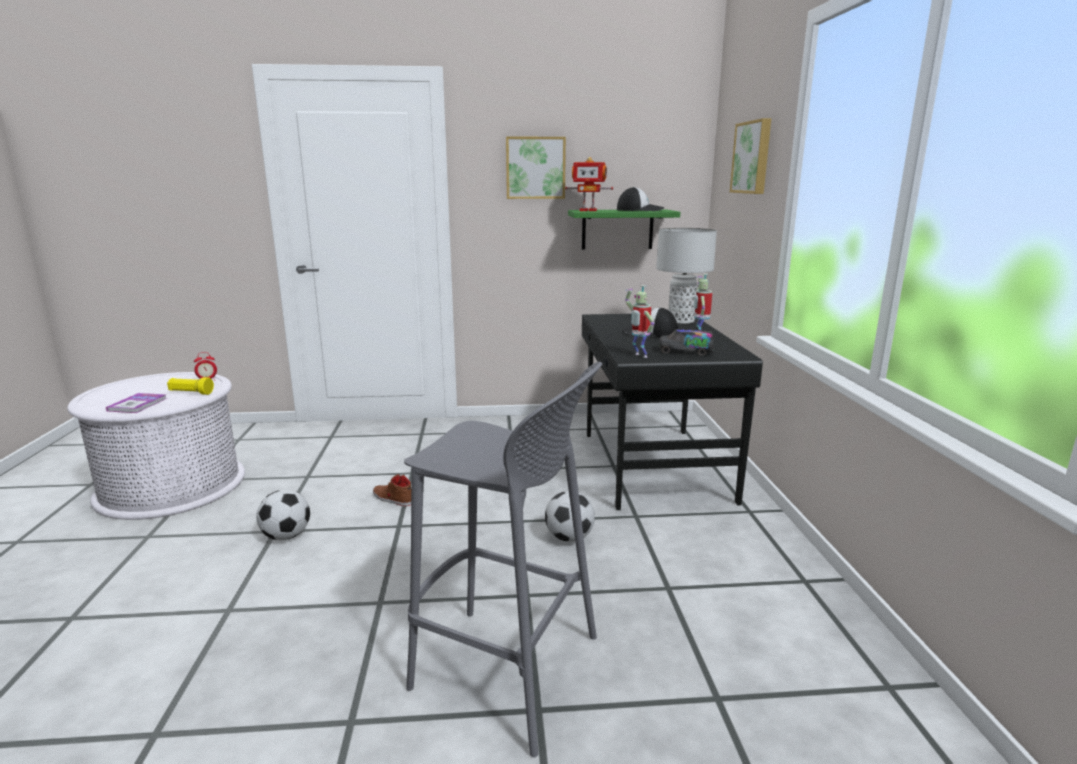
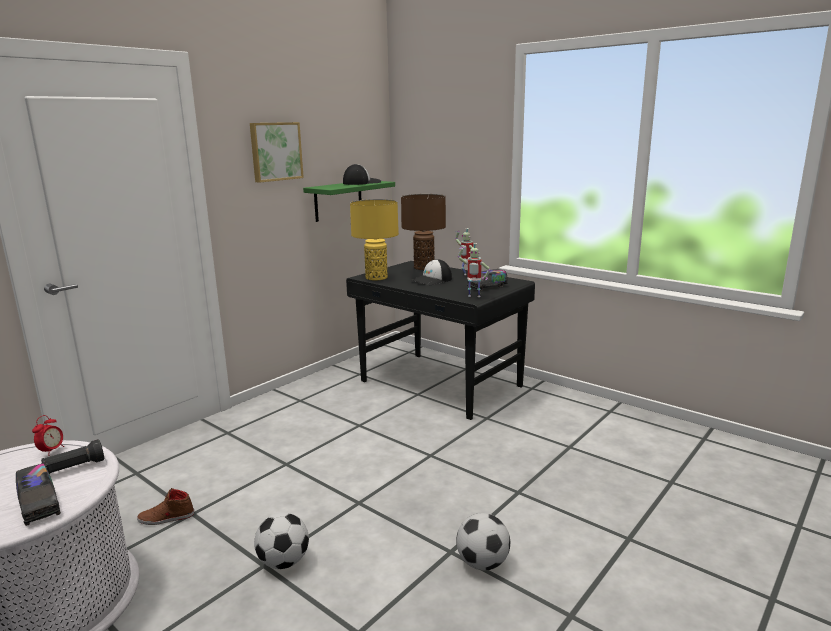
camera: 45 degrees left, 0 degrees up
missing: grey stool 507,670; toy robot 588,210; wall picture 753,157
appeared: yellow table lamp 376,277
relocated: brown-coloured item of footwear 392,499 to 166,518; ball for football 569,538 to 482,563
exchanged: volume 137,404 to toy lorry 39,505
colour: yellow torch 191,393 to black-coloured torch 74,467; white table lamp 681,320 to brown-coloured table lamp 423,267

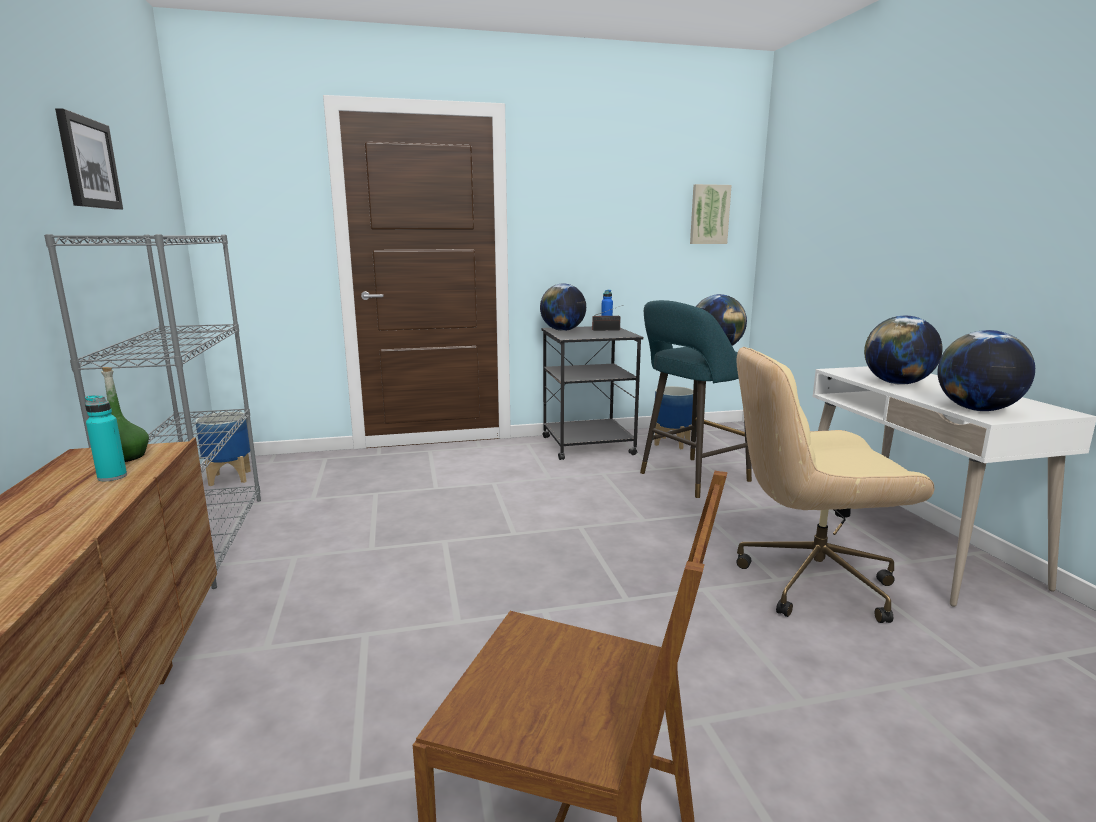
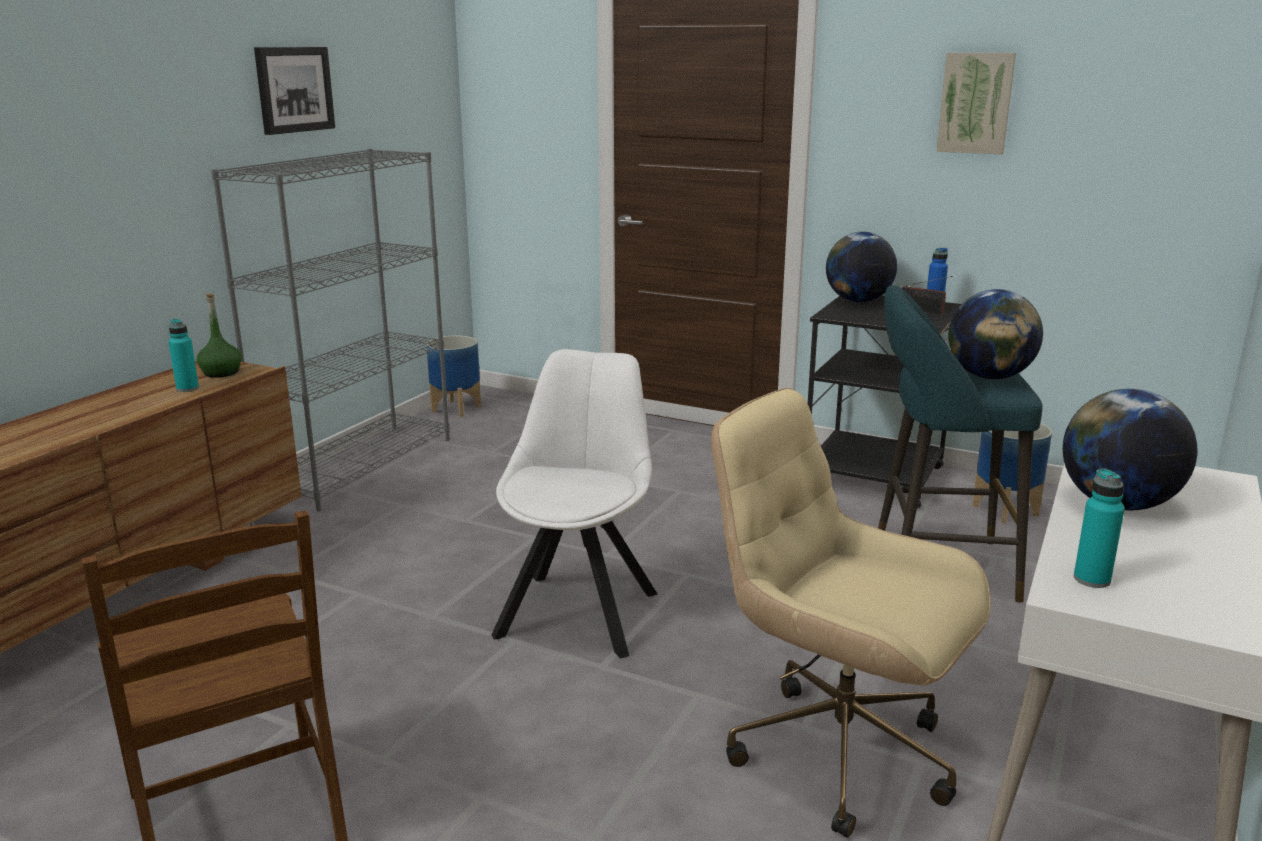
camera: 40 degrees right, 5 degrees up
appeared: white plain chair 579,611
relocated: wall picture 709,214 to 976,103
exchanged: world globe 977,409 to blue-green drink bottle 1091,579

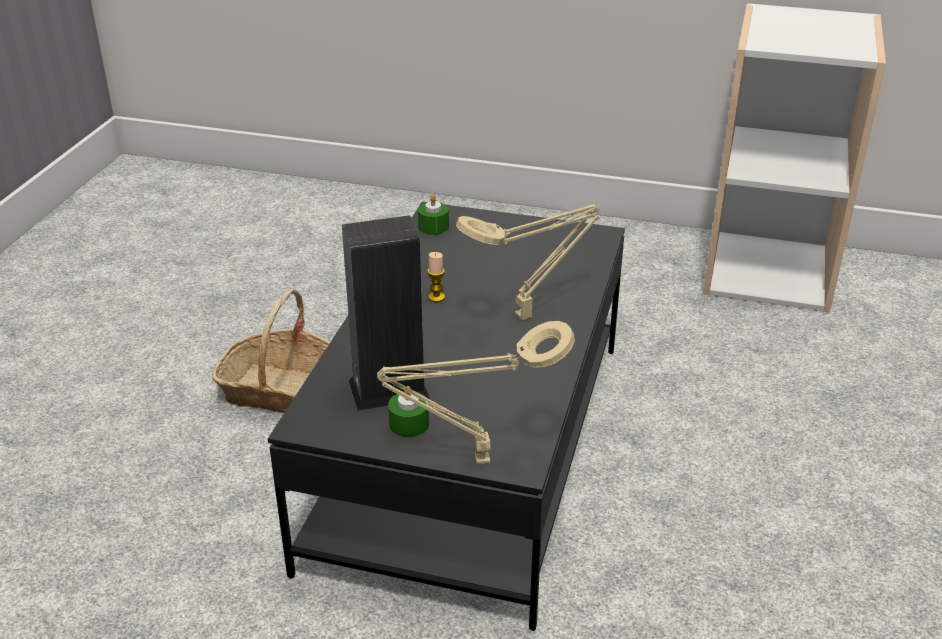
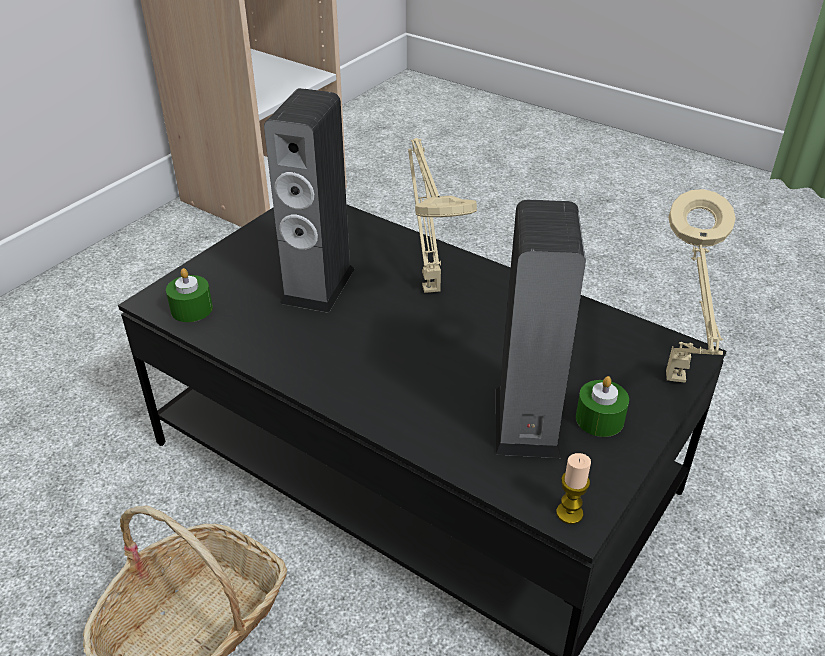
camera: 70 degrees left, 5 degrees up
appeared: loudspeaker 318,285
relocated: wax candle 436,297 to 569,513

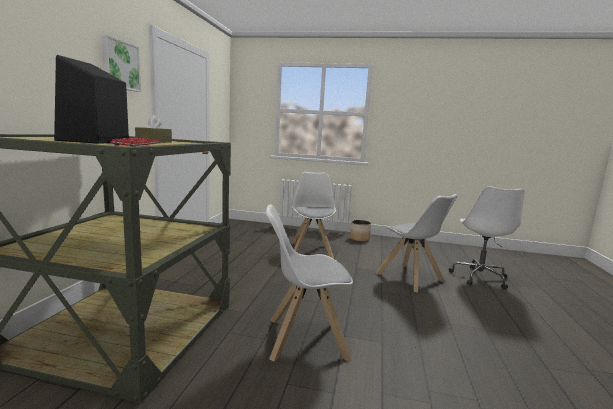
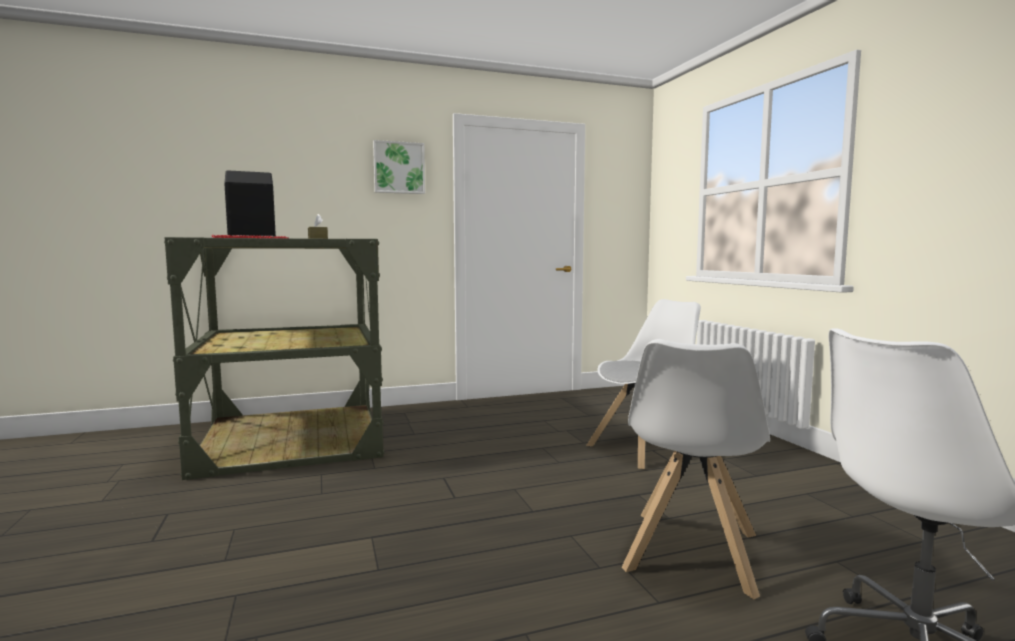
camera: 60 degrees right, 5 degrees down
missing: plain chair 304,338; planter 359,239

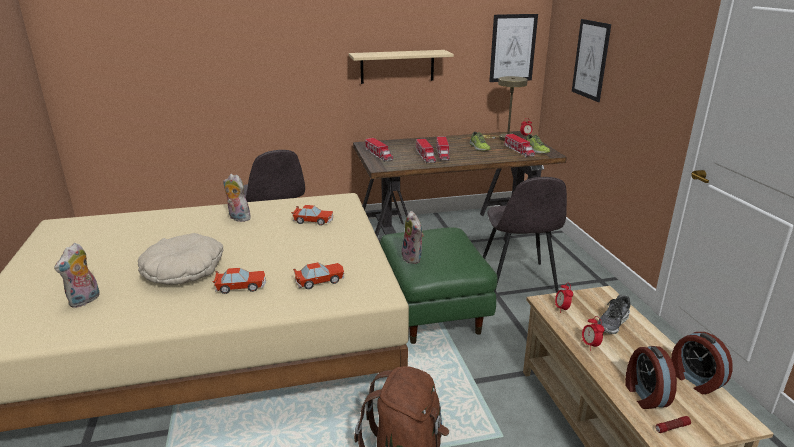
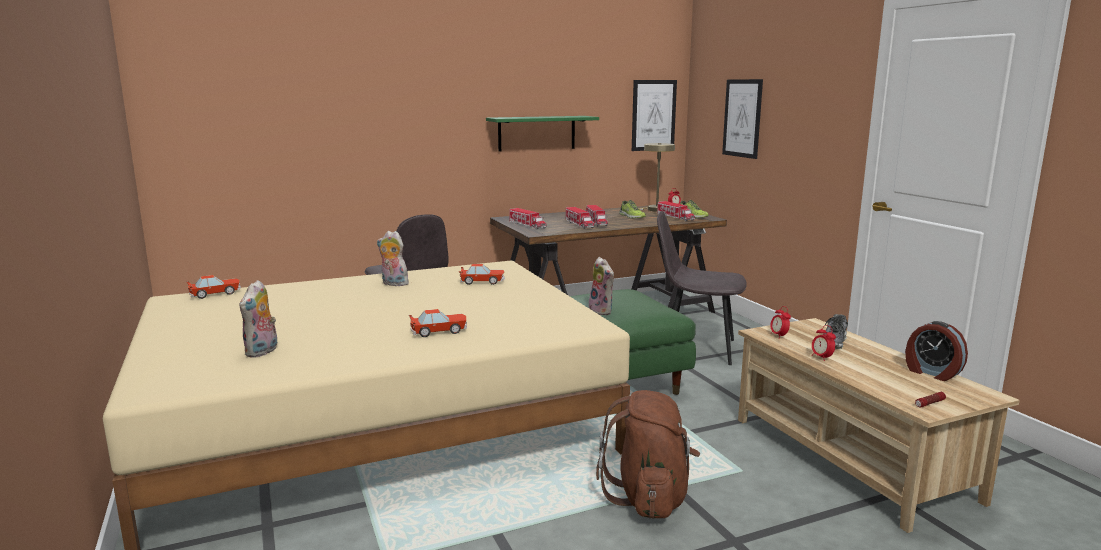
camera: 10 degrees left, 10 degrees down
missing: sand-coloured throw pillow 182,270; alarm clock 644,395
relocated: toy car 320,281 to 215,294
colour: sand-coloured shelf 397,66 to greenish shelf 536,133
spun: grey plain chair 517,280 = 696,349 120 degrees clockwise

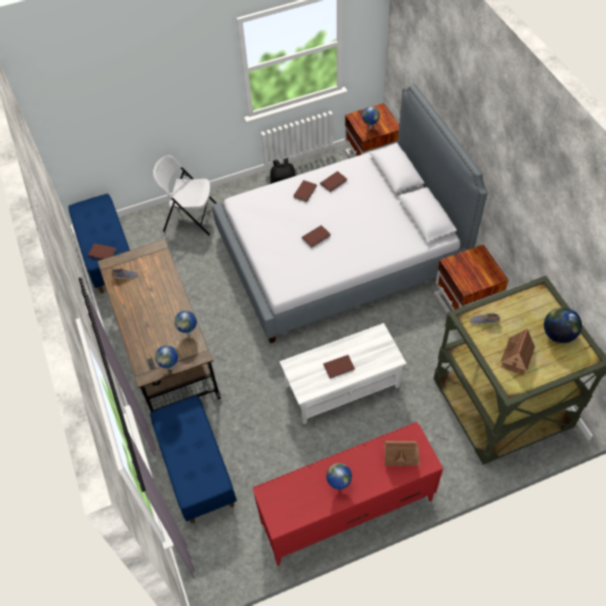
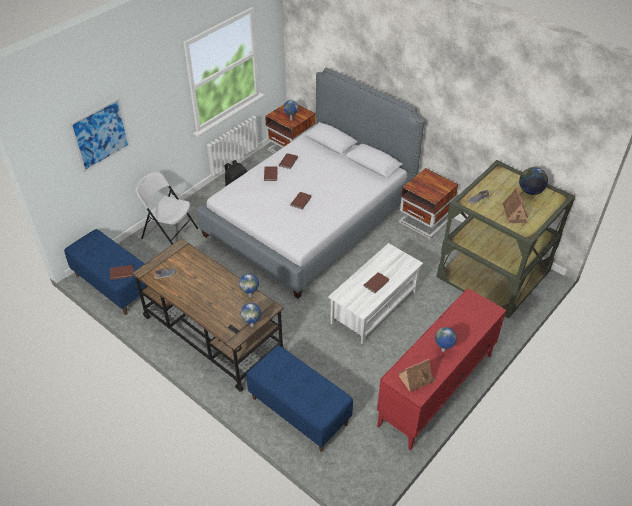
camera: 30 degrees left, 10 degrees down
appeared: wall picture 100,135
relocated: model house 400,454 to 416,379
spun: white plain chair 190,217 = 170,233 45 degrees clockwise

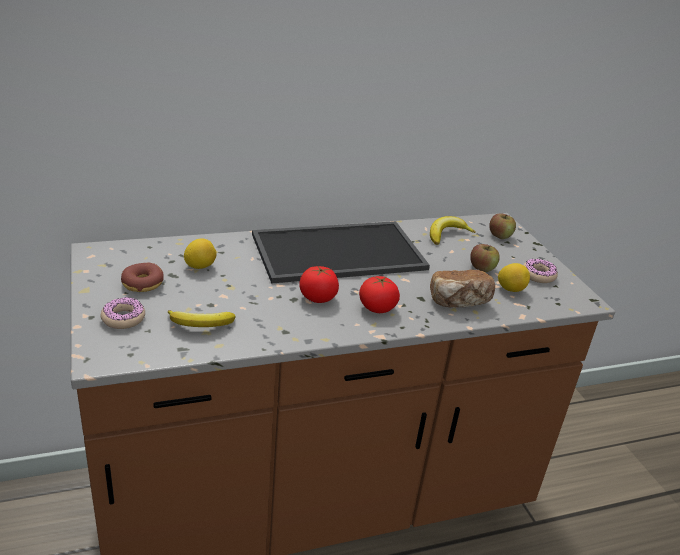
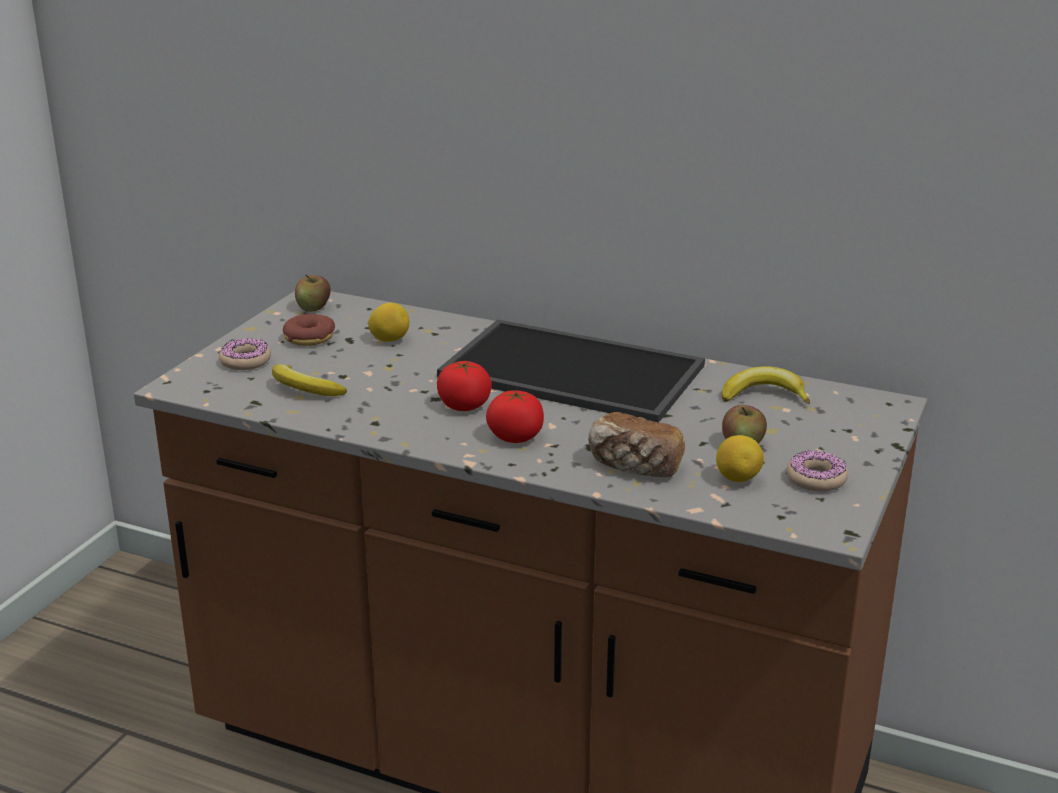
camera: 45 degrees right, 5 degrees down
relocated: apple fruit 500,235 to 313,308

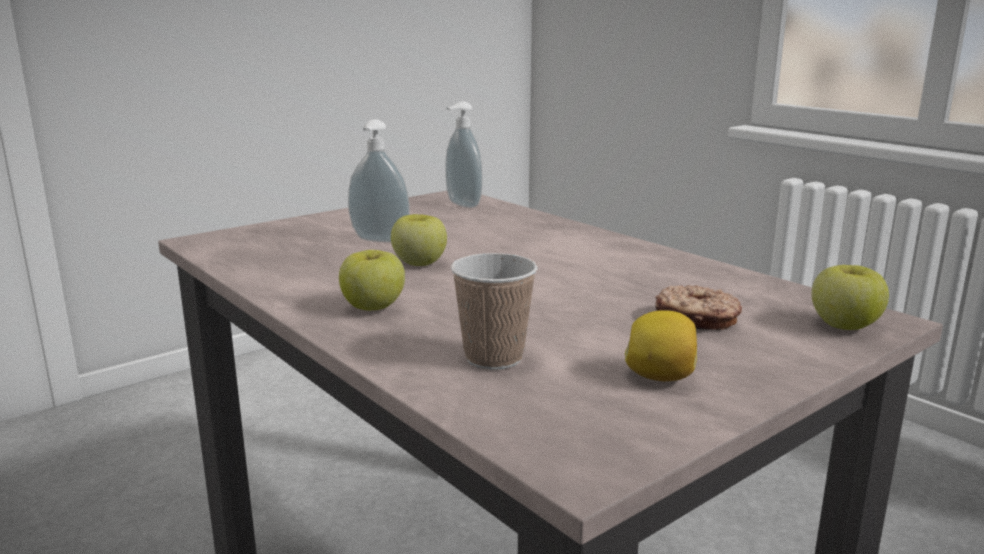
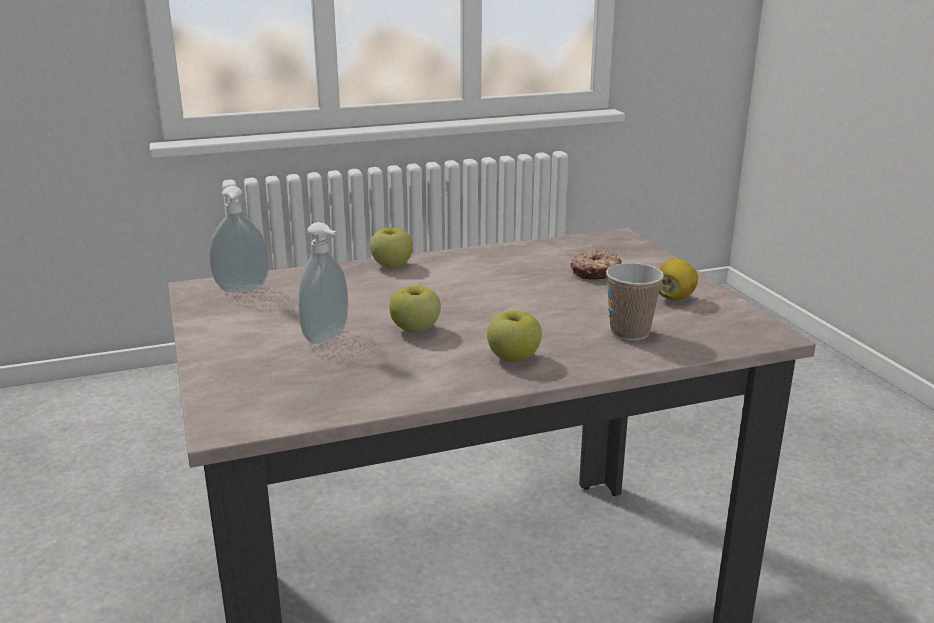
camera: 70 degrees left, 5 degrees up
relocated: apple fruit 844,325 to 392,265

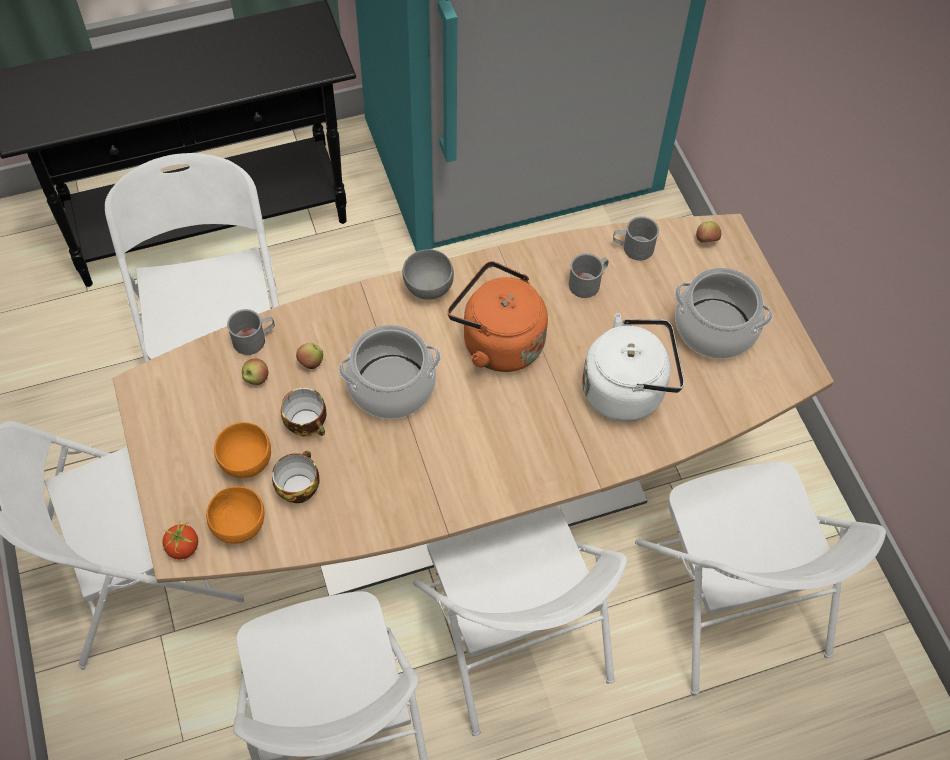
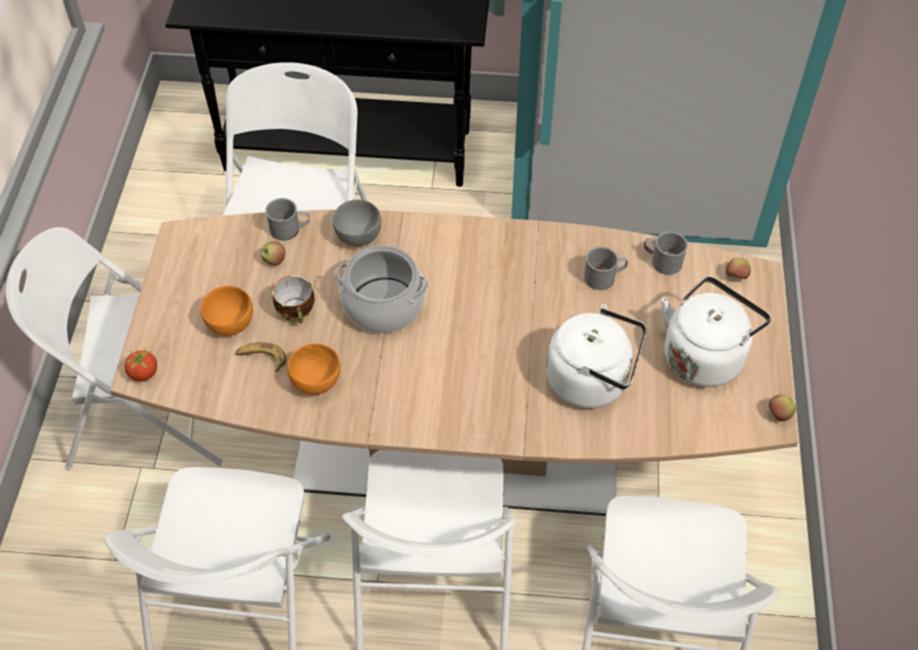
camera: 25 degrees right, 5 degrees down
missing: orange-coloured tea kettle 498,342
relocated: orange-coloured deep dish 238,526 to 315,382; grey deep dish 428,287 to 359,236; apple fruit 311,363 to 779,415
exchanged: small cup 298,486 to whole banana 261,358; saucepot 715,328 to white tea kettle 704,355

